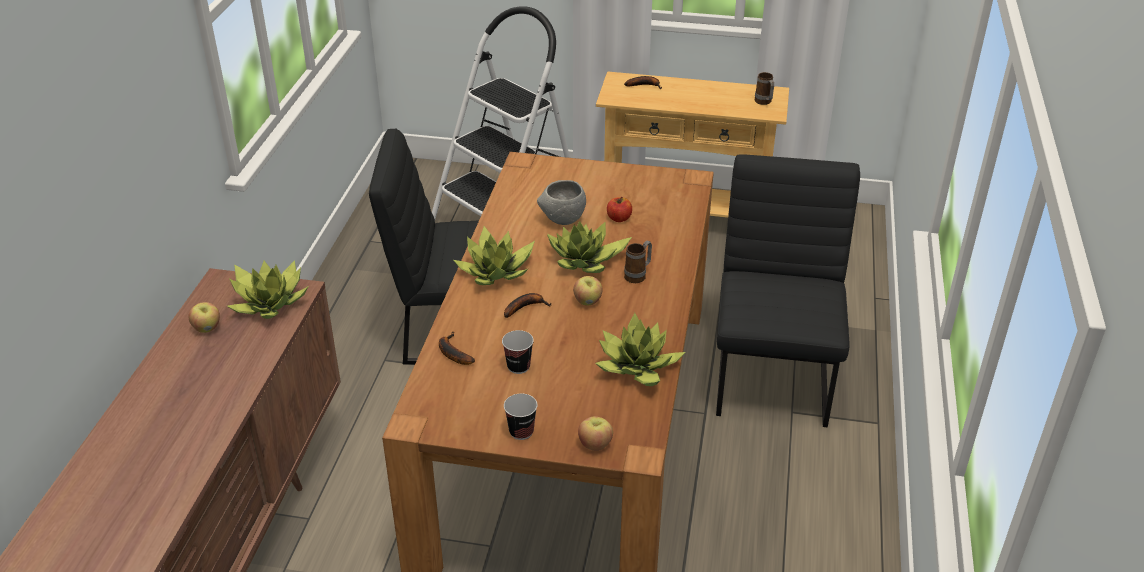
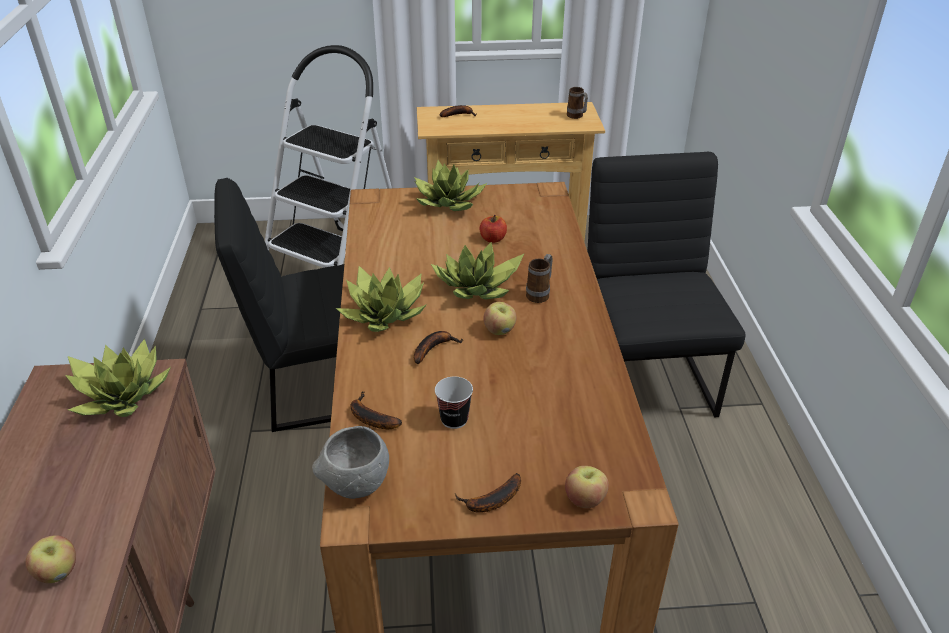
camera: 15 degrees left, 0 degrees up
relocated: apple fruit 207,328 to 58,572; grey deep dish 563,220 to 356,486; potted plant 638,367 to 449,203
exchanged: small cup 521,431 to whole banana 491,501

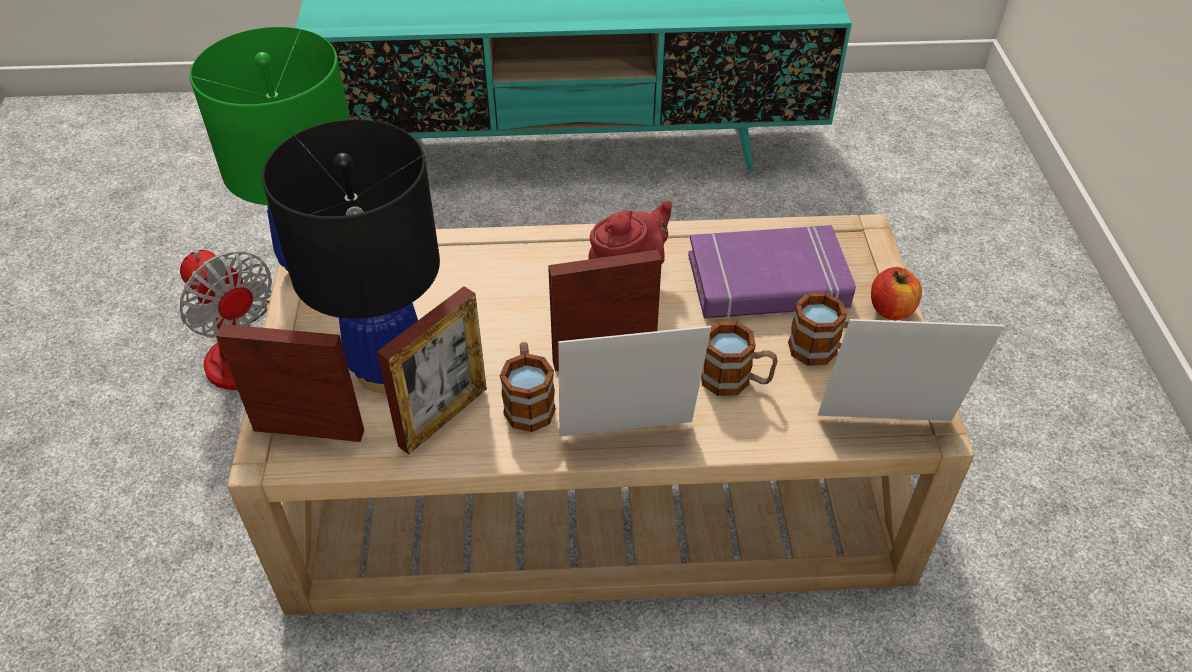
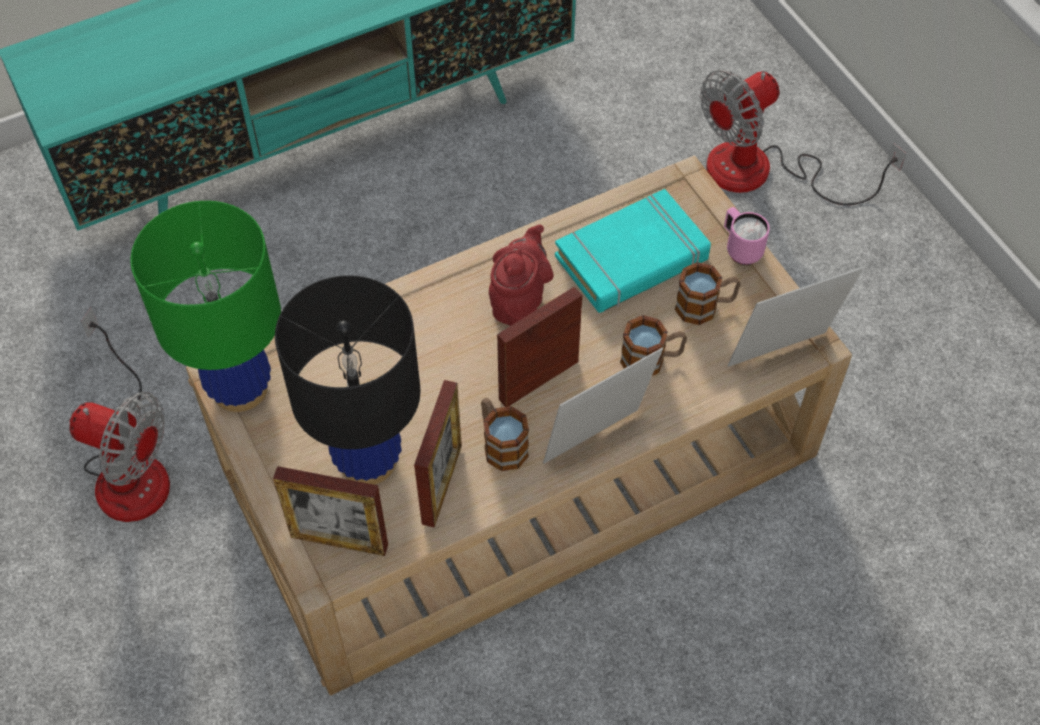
camera: 25 degrees left, 10 degrees up
appeared: electric fan 762,173
exchanged: apple fruit 891,310 to pink-coloured tea mug 740,249
colour: purple volume 768,282 to blue-green volume 632,258
spun: photo frame 309,430 = 339,541 150 degrees counterclockwise

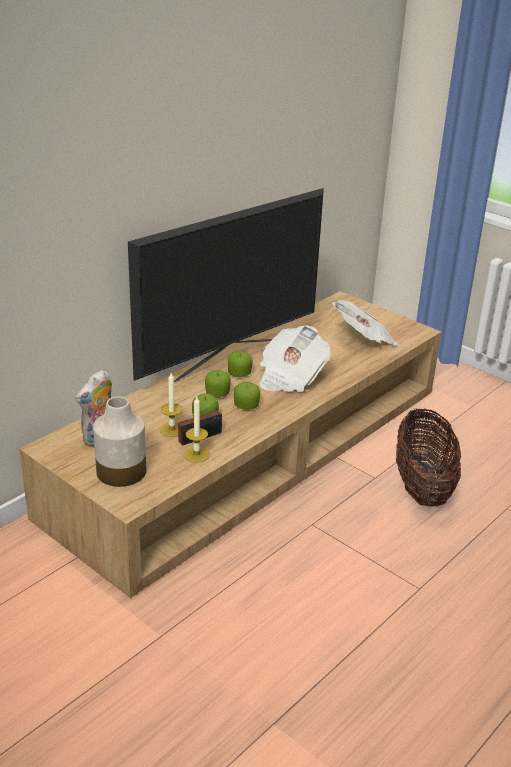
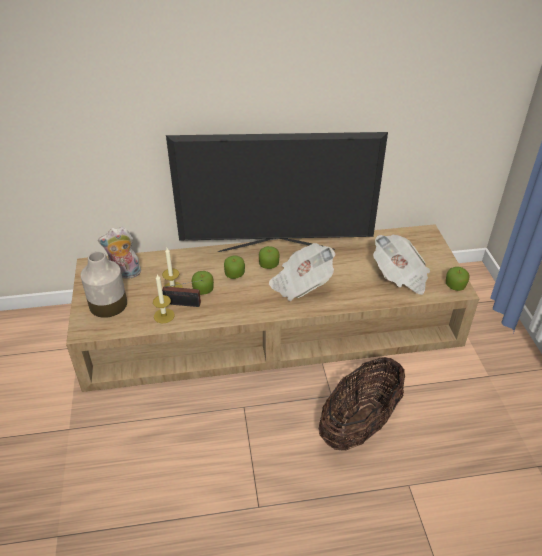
camera: 40 degrees right, 10 degrees up
relocated: apple fruit 246,406 to 455,286

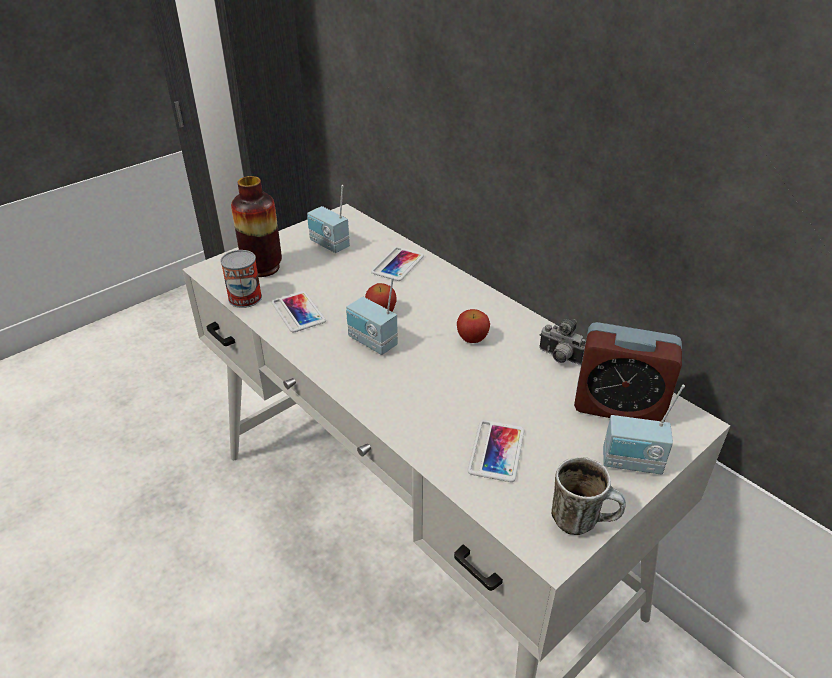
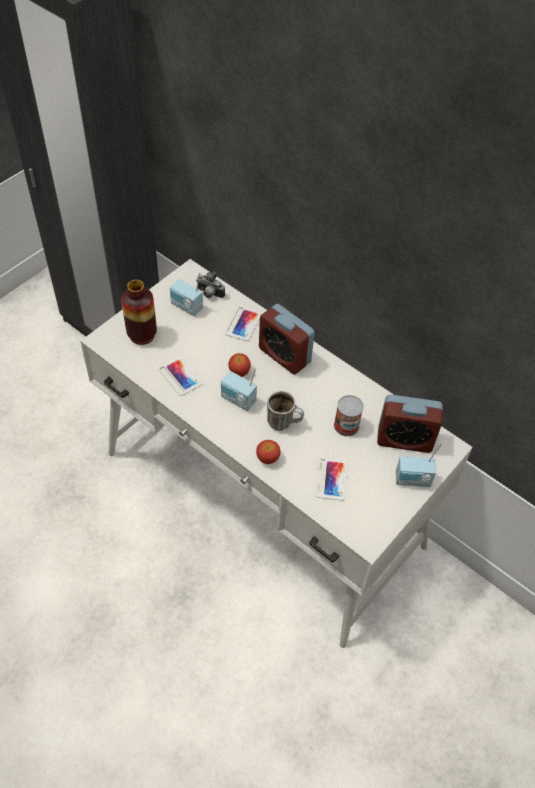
camera: 10 degrees left, 15 degrees up
appeared: alarm clock 284,355
relocated: still camera 560,358 to 209,294; apple fruit 472,339 to 267,458; tea mug 582,520 to 284,422; can 245,298 to 346,426

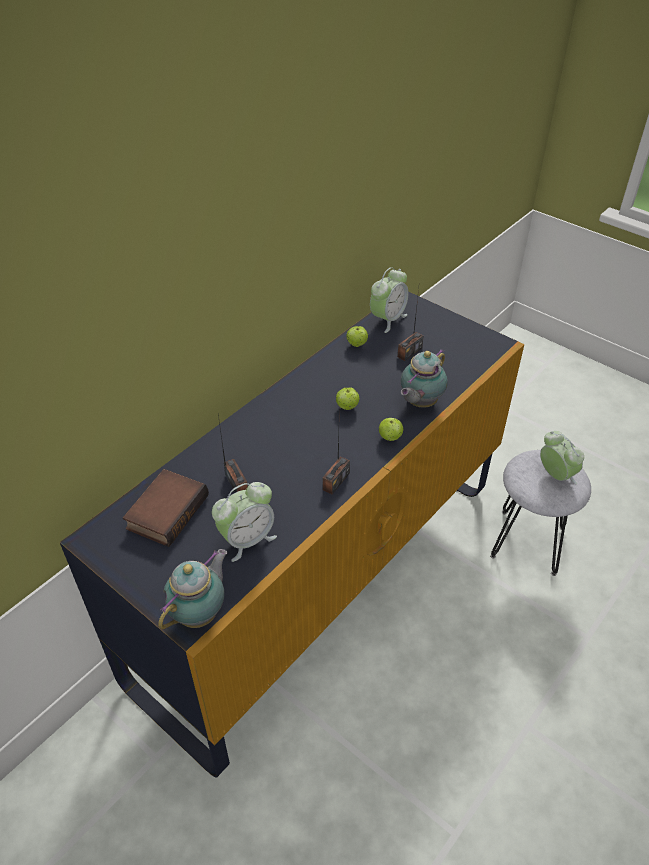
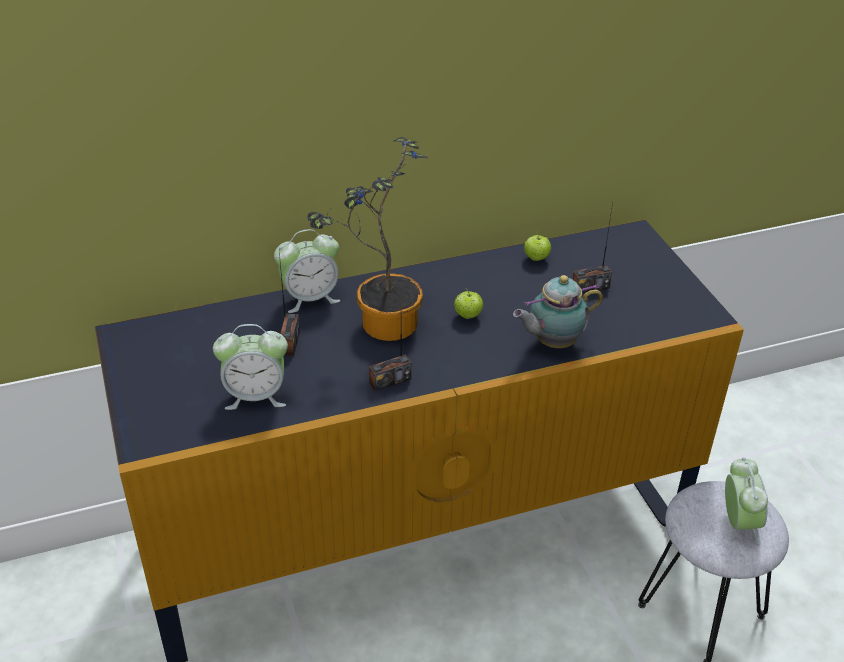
camera: 30 degrees right, 5 degrees down
missing: volume 166,511; pot for tea 200,613; apple fruit 390,437
appeared: potted plant 380,324
relocated: alarm clock 387,319 to 310,298

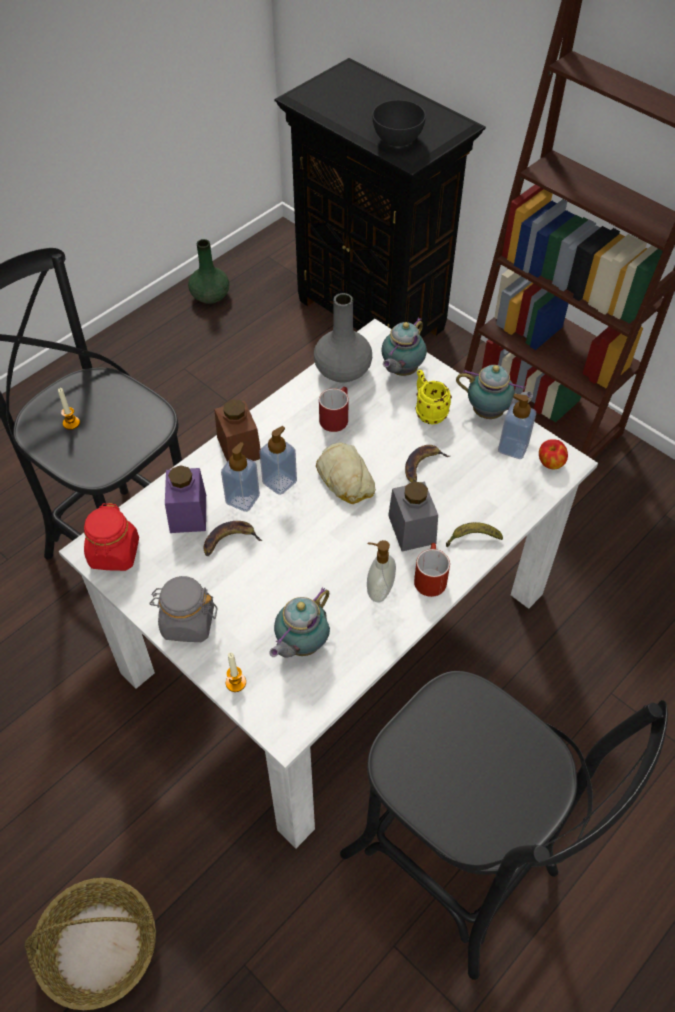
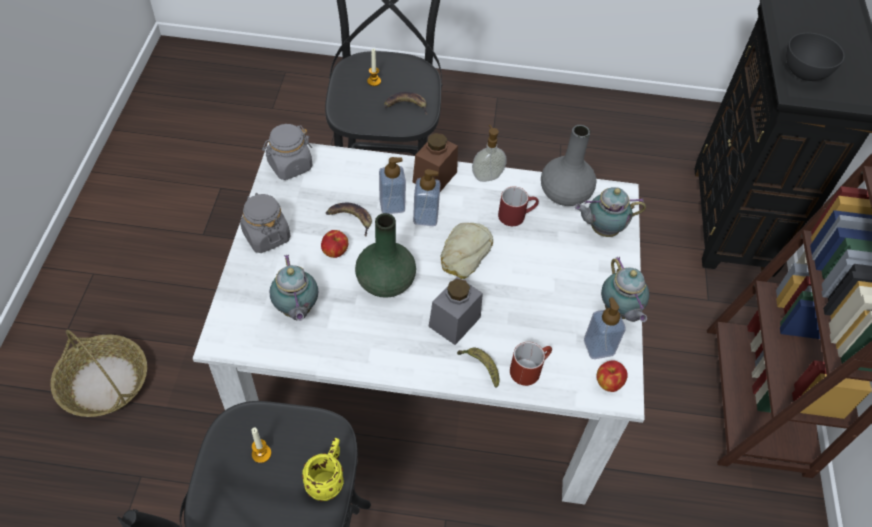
camera: 50 degrees right, 0 degrees up
missing: purple preserve jar 188,513
appeared: apple fruit 335,252
relocated: wax candle 236,682 to 261,454; yellow tea mug 428,411 to 327,479; greenish vase 210,296 to 386,281; whole banana 422,466 to 405,106; soap dispenser 379,590 to 487,176; red tea mug 429,577 to 529,368
colour: red preserve jar 114,553 to grey preserve jar 289,166
spun: pot for tea 300,645 = 296,310 105 degrees counterclockwise

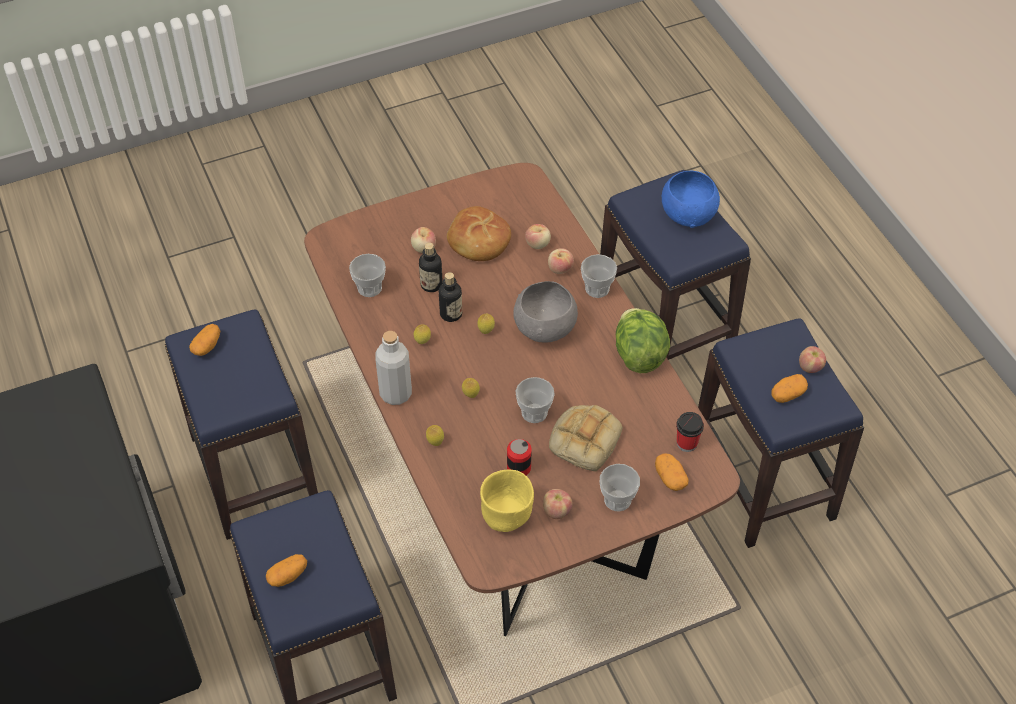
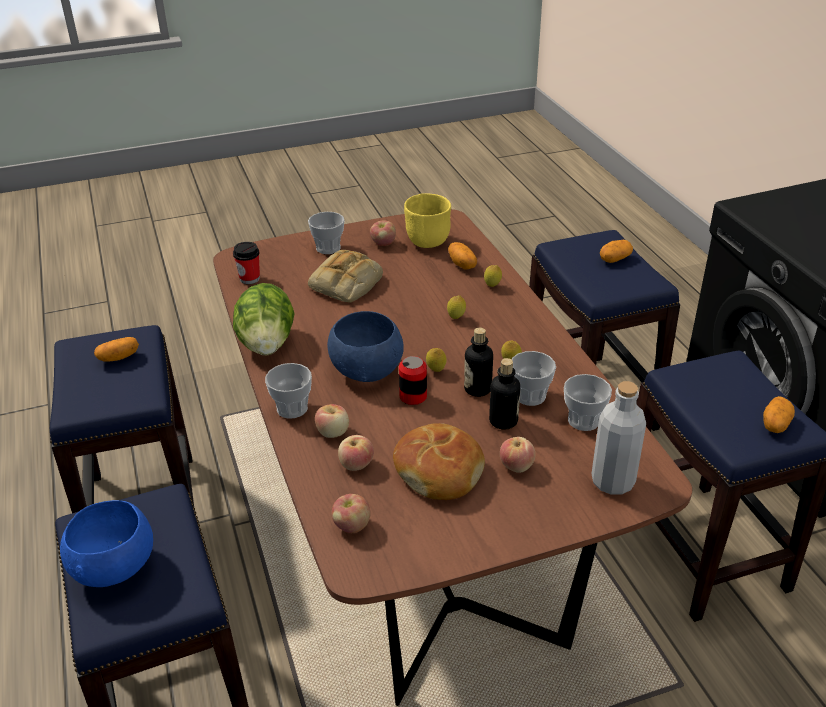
camera: 175 degrees left, 15 degrees down
relocated: apple fruit 810,367 to 352,526; can 519,468 to 413,396; spud 670,478 to 462,264; small cup 534,412 to 530,396; grey drink bottle 395,393 to 612,481
colour: grey deep dish 545,329 to bluish deep dish 366,370

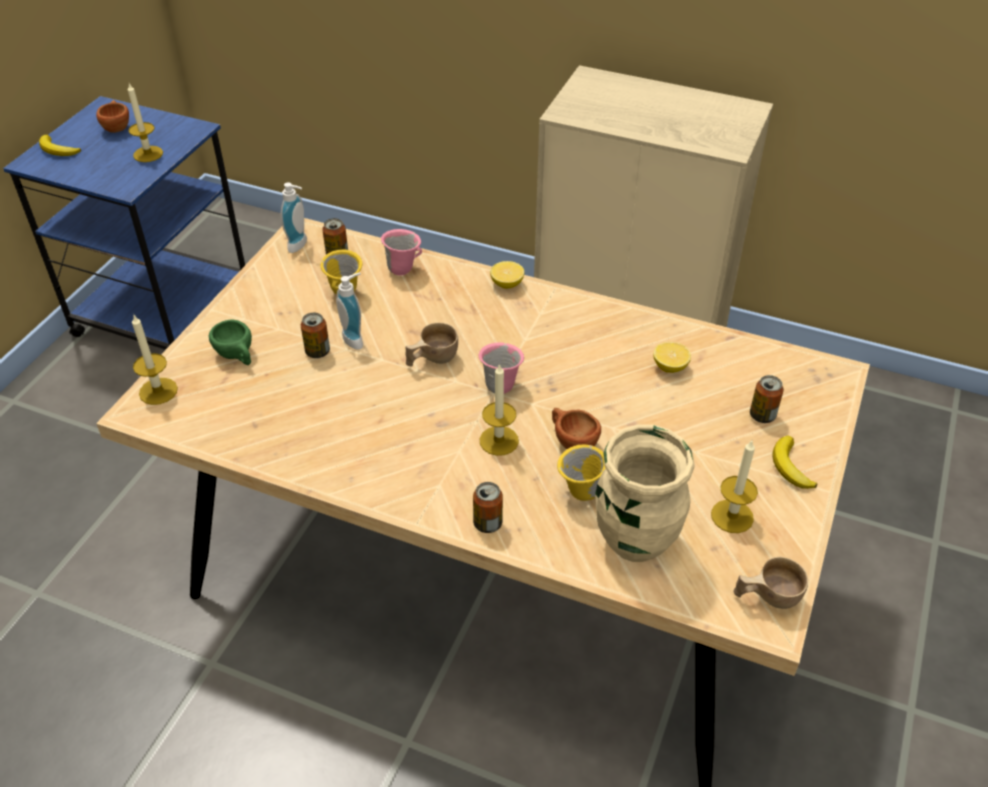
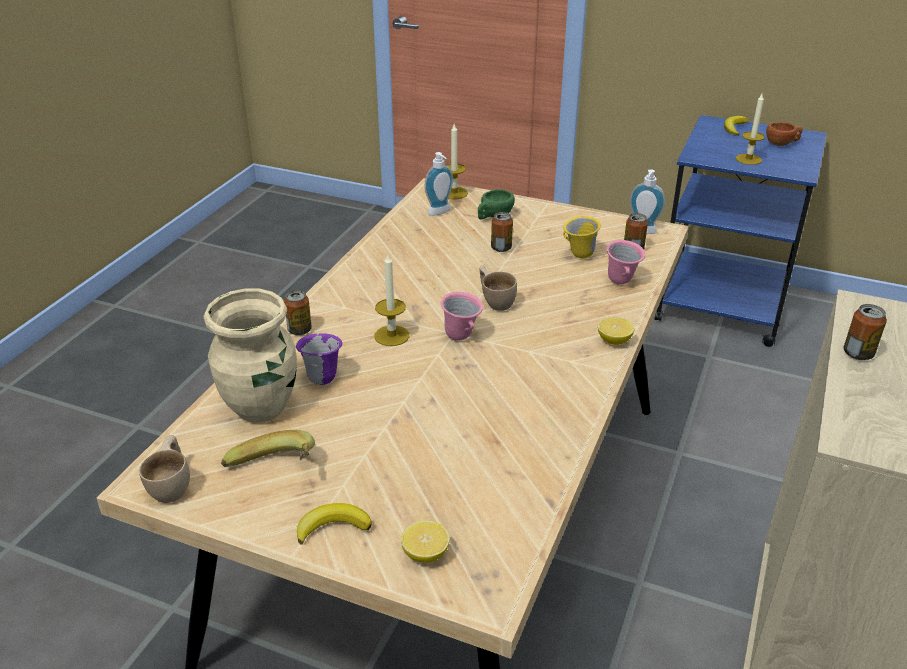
camera: 90 degrees right, 10 degrees down
missing: brown-coloured small cup 572,441
relocated: citrus fruit 670,367 to 425,554; soap dispenser 356,338 to 440,212; can 762,415 to 858,353
exchanged: wax candle 732,516 to whole banana 274,472
colour: yellow tea mug 579,493 to purple tea mug 322,378

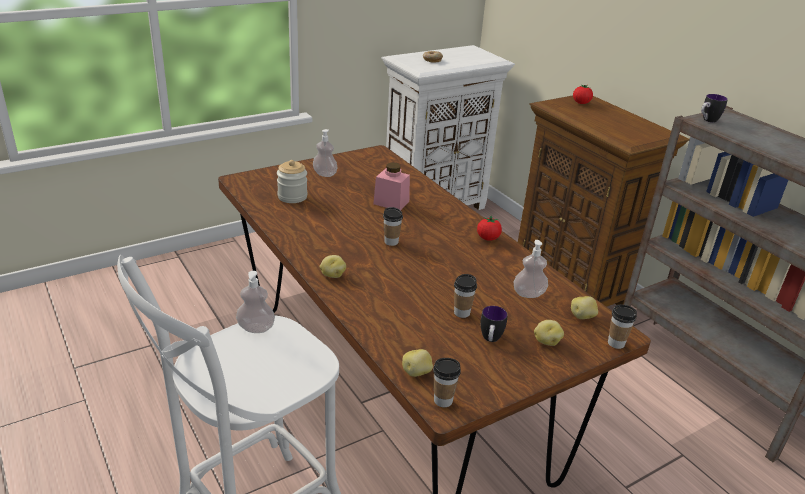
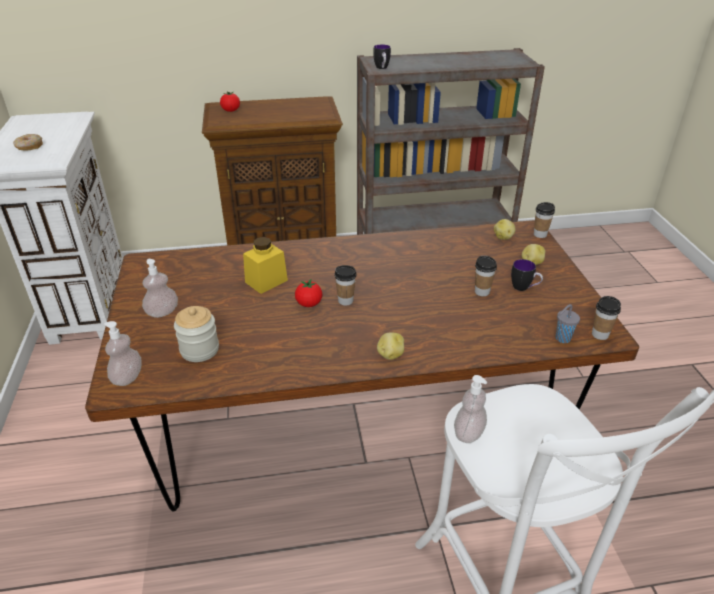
camera: 65 degrees left, 5 degrees up
relocated: soap dispenser 528,294 to 127,377; tomato 488,238 to 309,304
exchanged: spud 417,372 to grey small cup 562,339
colour: pink-coloured preserve jar 391,202 to yellow preserve jar 266,281

